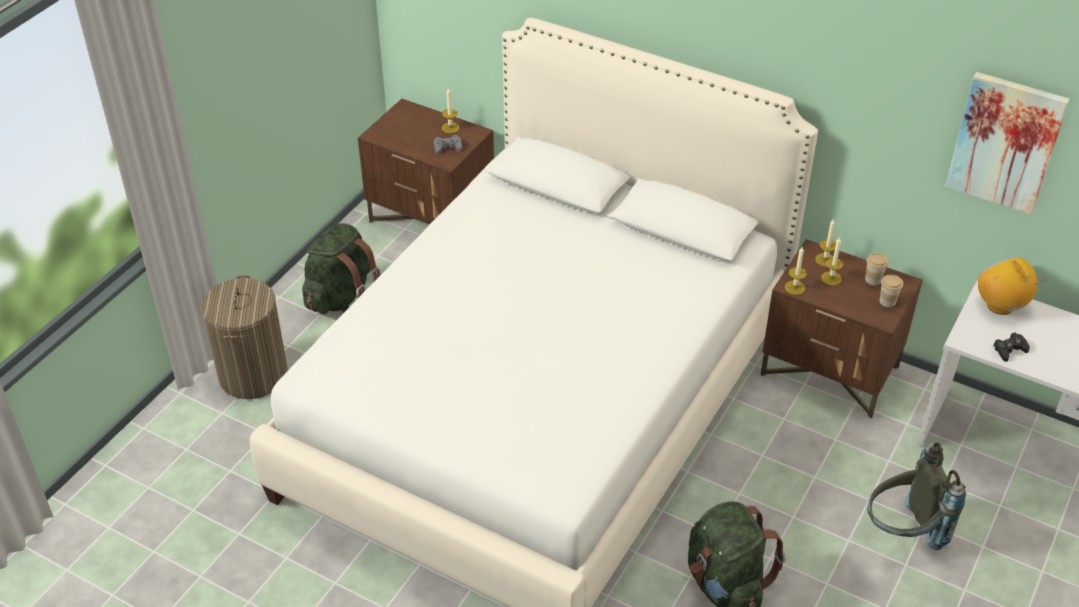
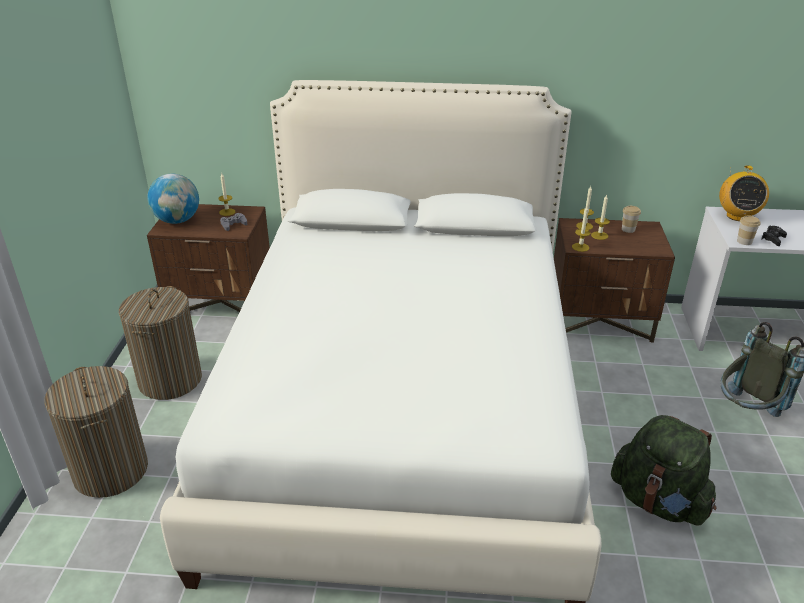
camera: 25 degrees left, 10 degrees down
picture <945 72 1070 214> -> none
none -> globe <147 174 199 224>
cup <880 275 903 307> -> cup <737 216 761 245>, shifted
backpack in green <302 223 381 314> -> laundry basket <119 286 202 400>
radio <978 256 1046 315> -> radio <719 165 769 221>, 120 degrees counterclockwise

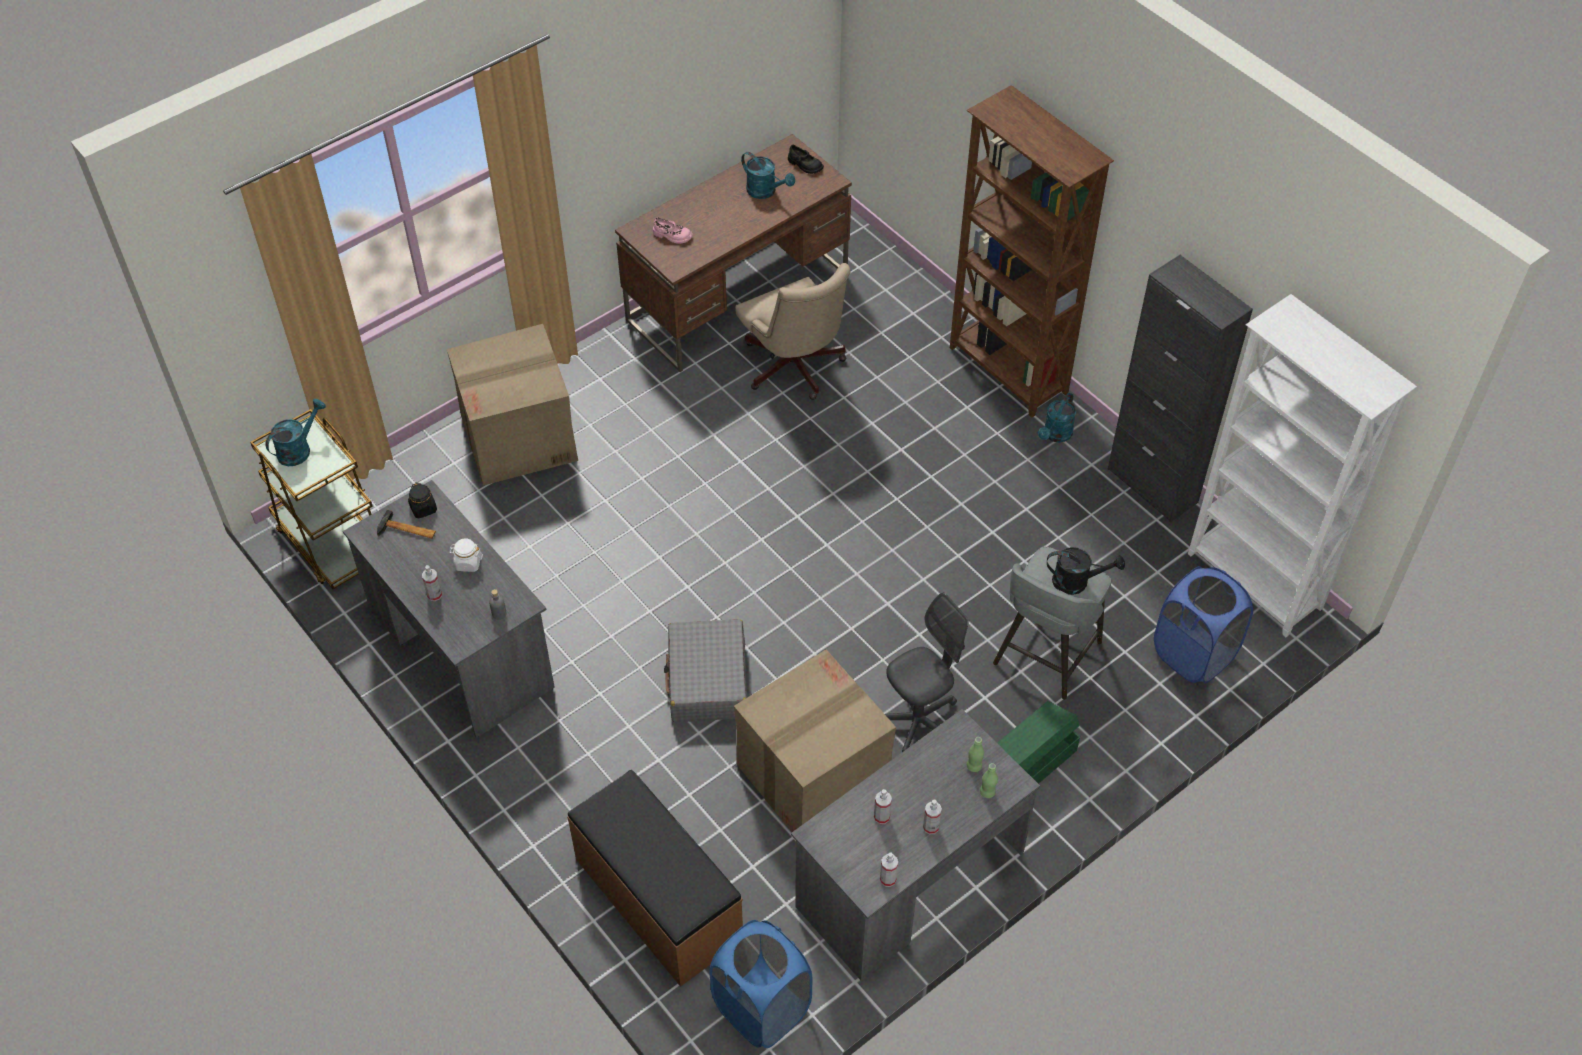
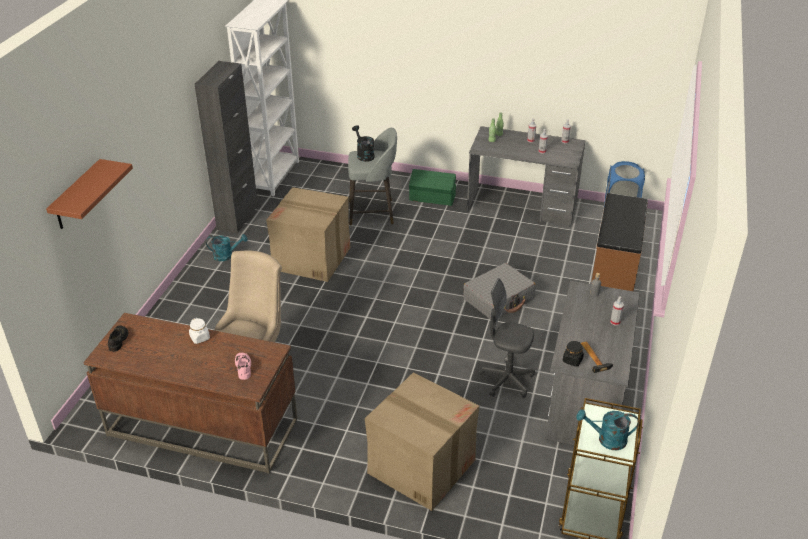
camera: 125 degrees left, 15 degrees down
watering can in turquoise <741 152 795 199> -> none
bookcase in brown <950 85 1114 418> -> none
laundry basket in blue <1154 566 1253 684> -> none
none -> shelf in brown <46 159 133 229>
jar in white <449 538 483 572> -> jar in white <189 318 210 344>, shifted
cardboard box <734 649 896 832> -> cardboard box <266 187 351 282>, shifted
office chair in grey <885 593 968 752> -> office chair in grey <478 278 535 398>, shifted

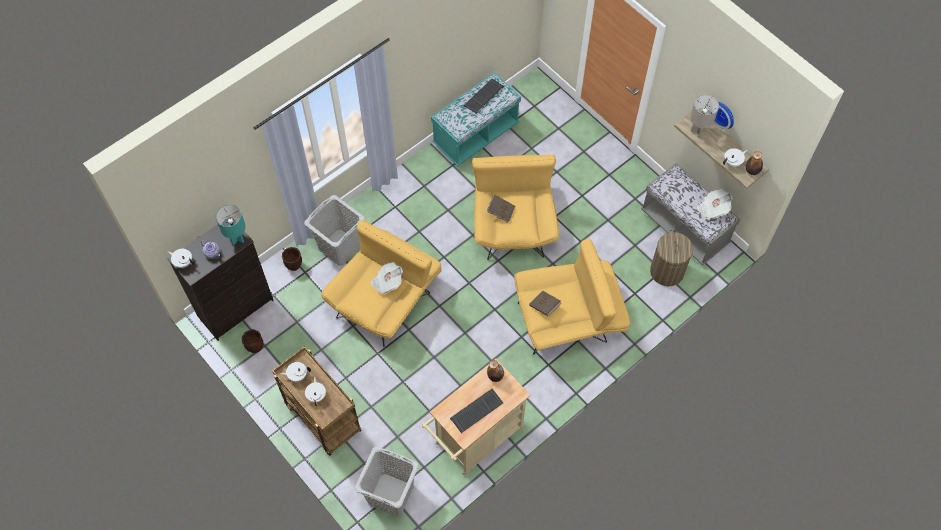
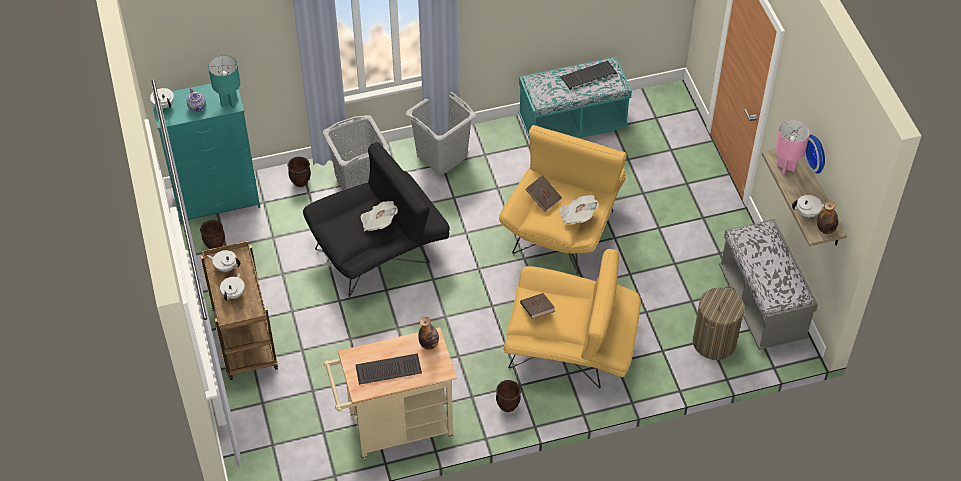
camera: 25 degrees right, 10 degrees down
none -> planter in brown <496 380 521 412>
laundry basket in grey <355 446 419 516> -> laundry basket in grey <406 92 476 175>, shifted
newspaper <697 189 733 220> -> newspaper <559 195 599 224>, shifted
dresser in black <168 217 274 341> -> dresser in turquoise <152 83 260 225>
armchair in yellow <321 220 442 347> -> armchair in black <303 142 450 297>
table lamp in grey <690 95 719 138> -> table lamp in pink <775 119 810 175>

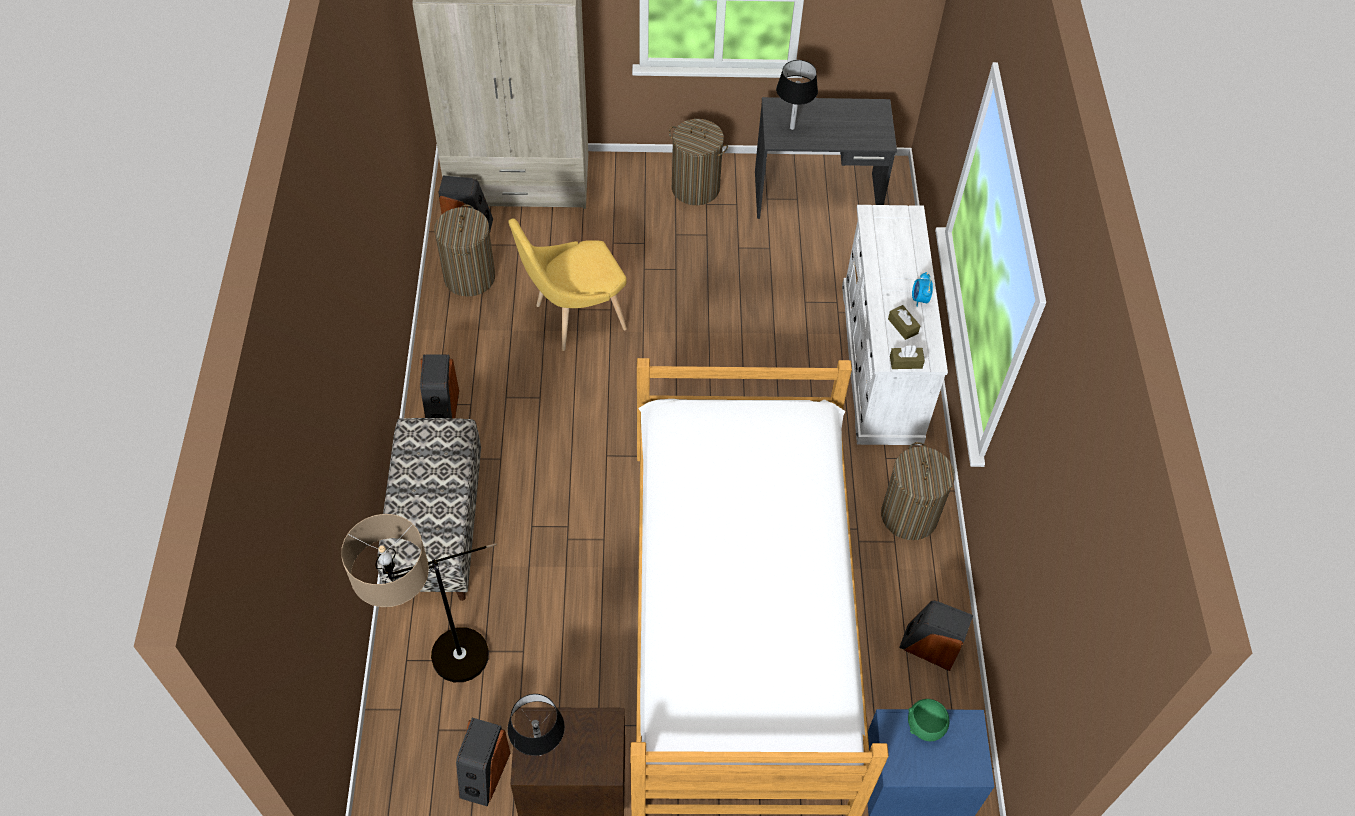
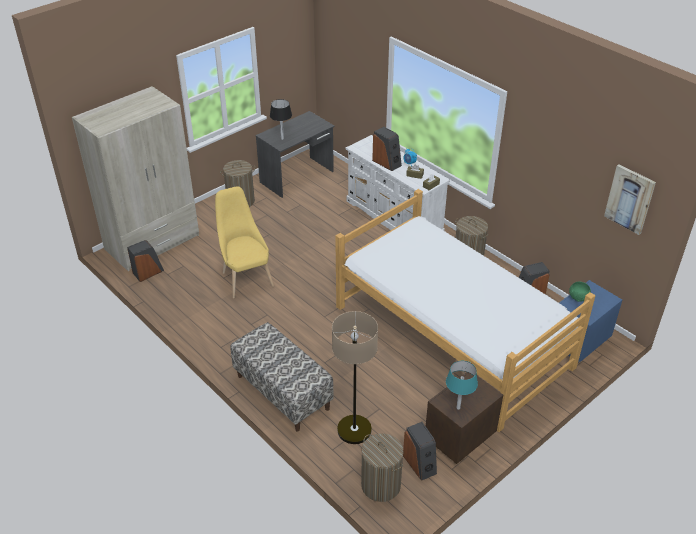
camera: 40 degrees left, 15 degrees down
none -> picture <604 164 656 235>
speaker <420 354 459 418> -> speaker <372 127 402 171>, shifted
laundry basket <434 204 495 297> -> laundry basket <361 434 403 502>, shifted
table lamp in black <508 694 565 756> -> table lamp in turquoise <446 361 478 410>
chair in yellow <509 218 627 351> -> chair in yellow <215 186 274 298>, 135 degrees clockwise

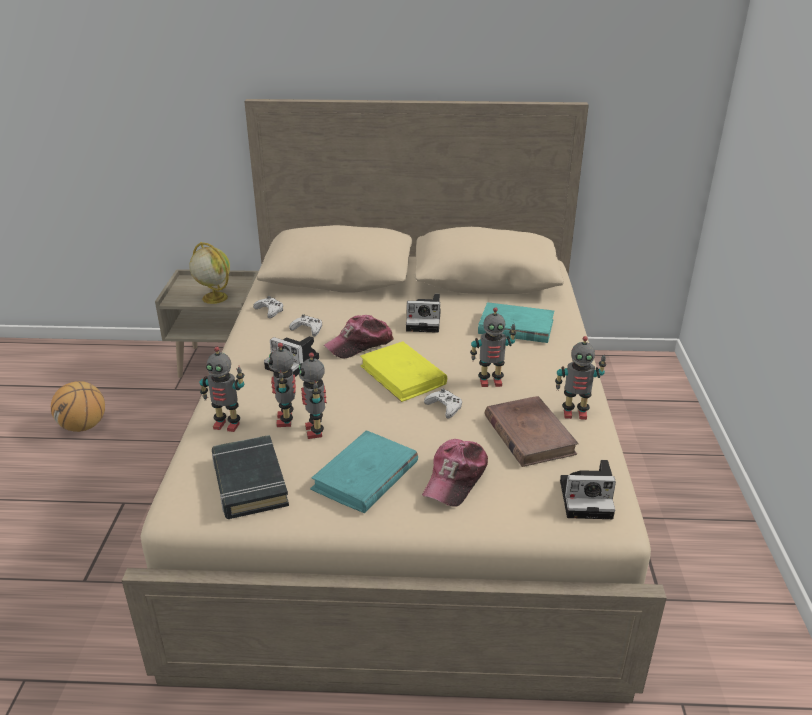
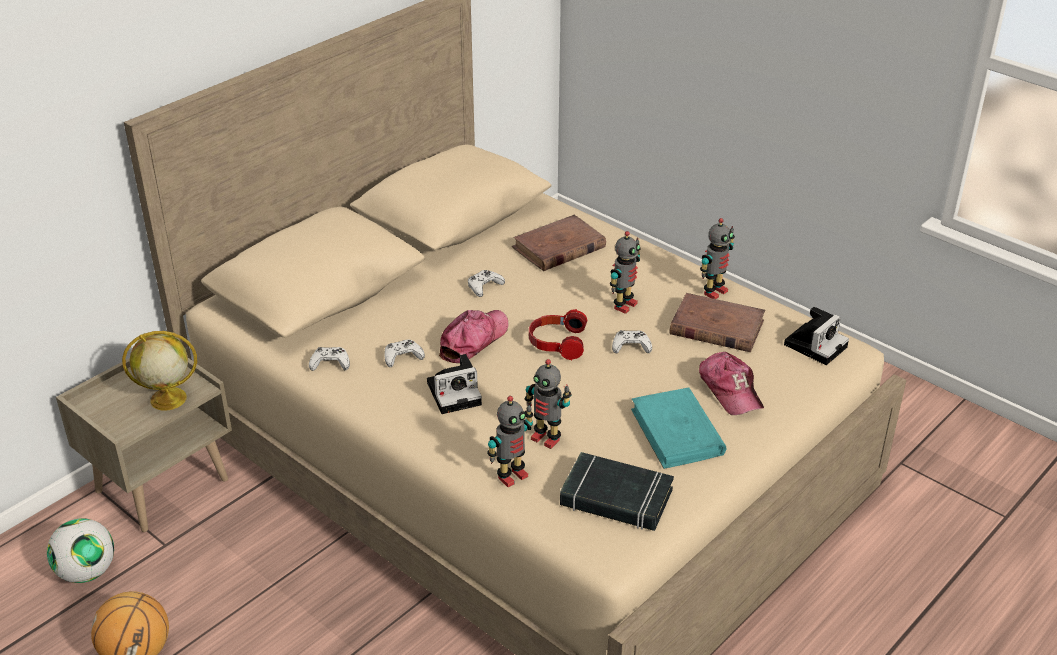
camera: 50 degrees left, 5 degrees up
toy robot <299 352 327 439> -> none
none -> football <47 518 114 583>
book in yellow <360 341 447 402> -> headphones <529 309 588 360>
photo camera <406 294 441 333> -> game controller in white <468 270 505 297>
book in turquoise <478 302 554 343> -> book in brown <512 215 606 271>
cap <324 315 394 359> -> cap <439 310 509 363>, 150 degrees counterclockwise

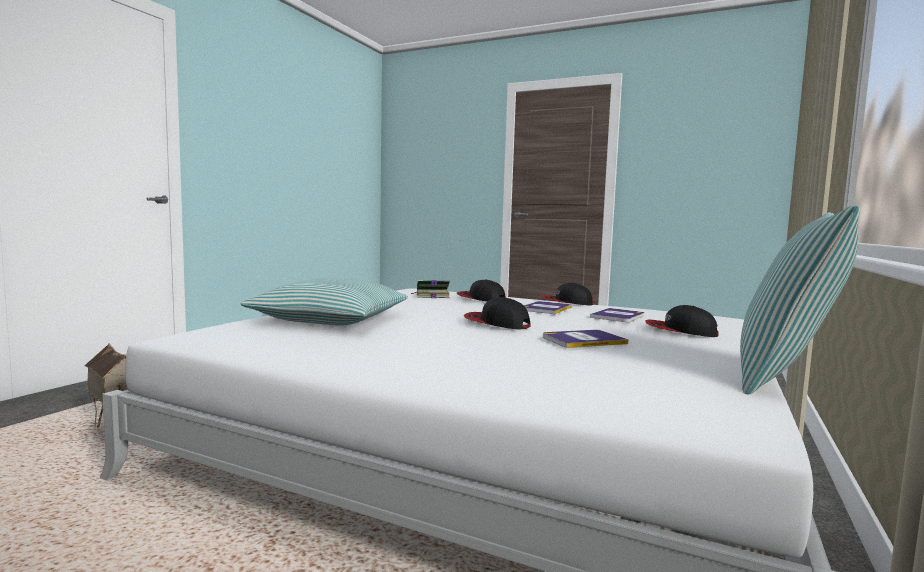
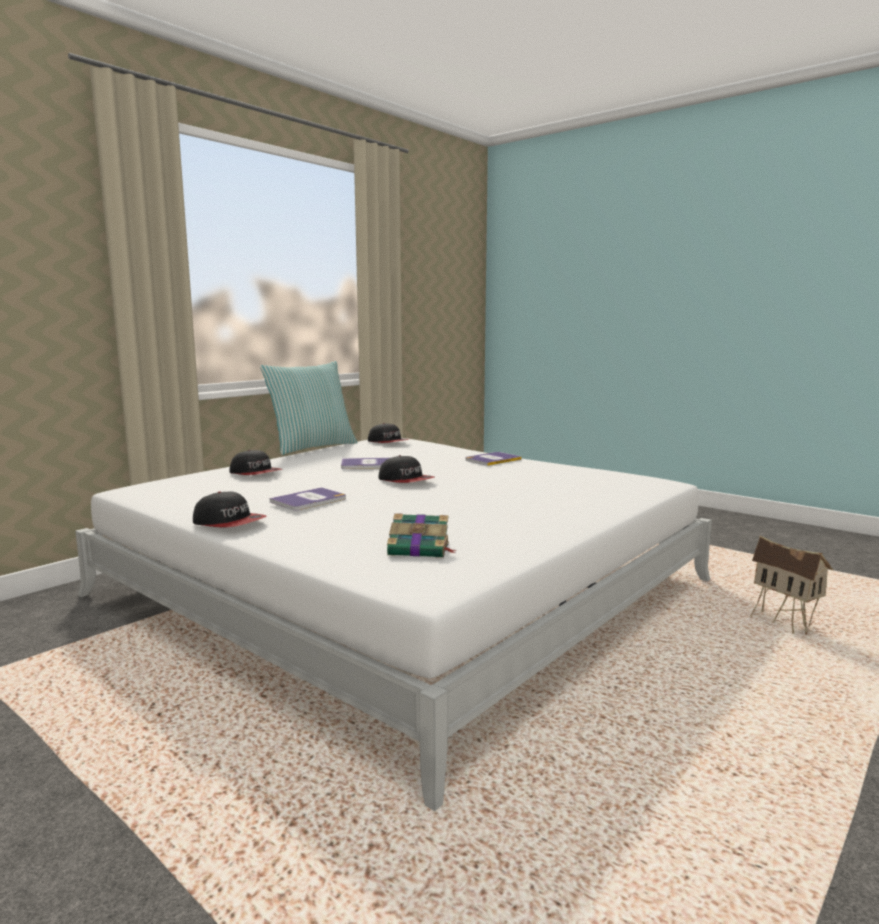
camera: 165 degrees left, 5 degrees up
pillow <240 278 408 326> -> none
cap <457 280 506 302> -> cap <368 423 410 443>, shifted
book <590 308 644 322> -> book <465 452 522 466>, shifted

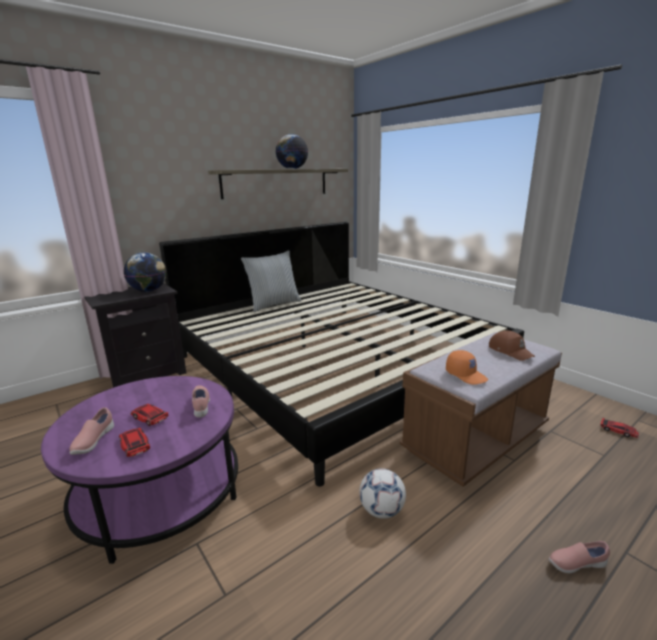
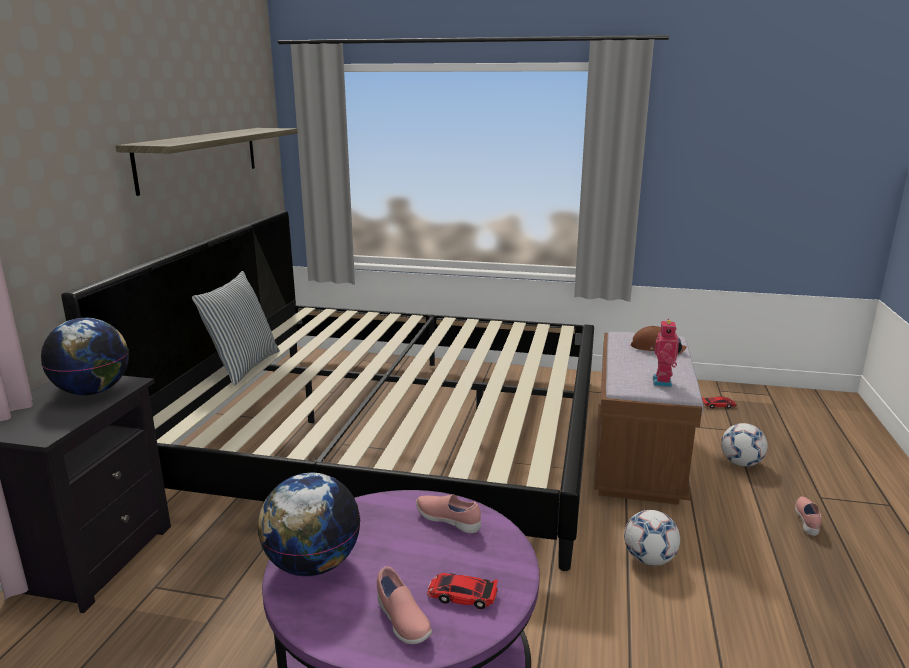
camera: 40 degrees left, 0 degrees up
toy car <131 404 169 426> -> none
none -> football <721 423 768 467>
globe <276 134 308 169> -> globe <258 473 361 576>, shifted
cap in orange <446 350 488 385> -> toy robot <653 319 682 387>
shoe in pink <549 541 610 573> -> shoe in pink <795 497 822 536>, 150 degrees clockwise

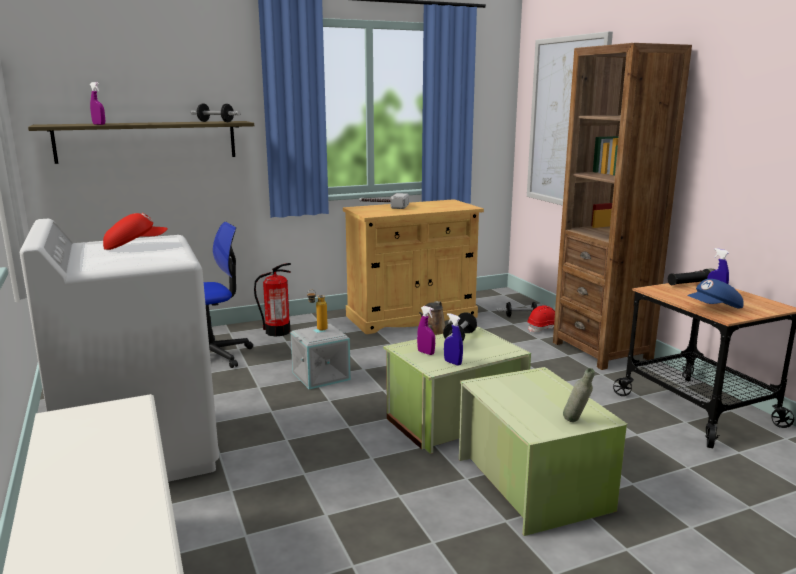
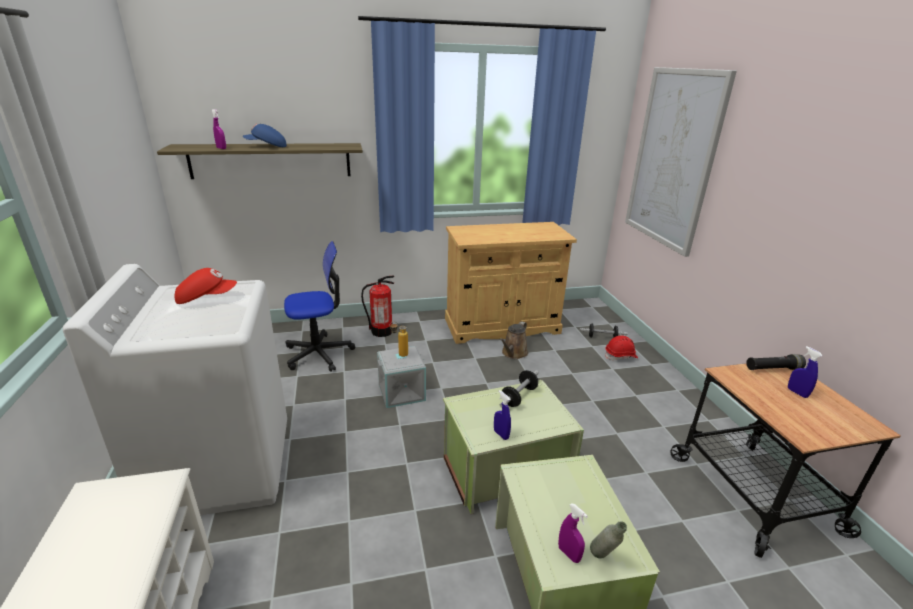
camera: 10 degrees right, 10 degrees up
dumbbell <191 103 240 122> -> none
hammer <359 193 409 209> -> none
bookcase in brown <553 43 692 370> -> none
spray bottle in purple <417 306 435 355> -> spray bottle in purple <558 503 588 563>, shifted
cap in blue <687 279 744 309> -> cap in blue <243 124 287 147>, shifted

